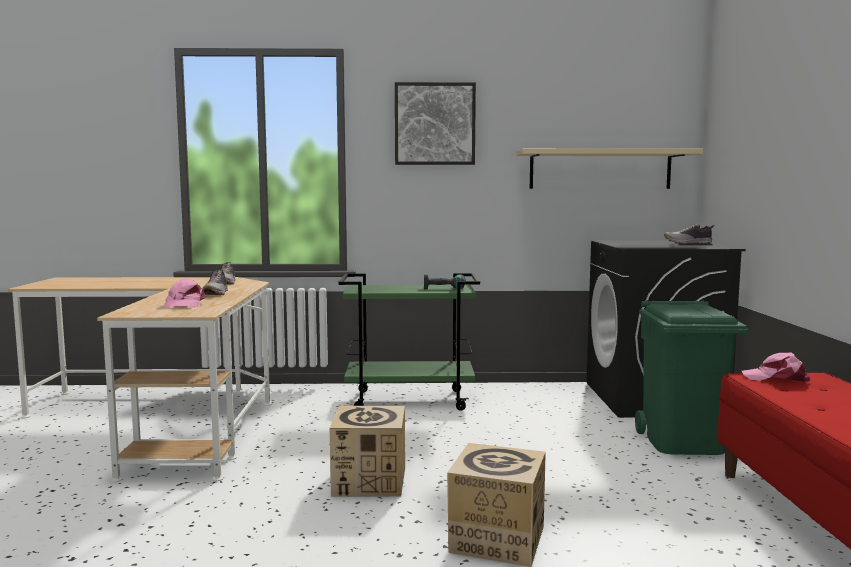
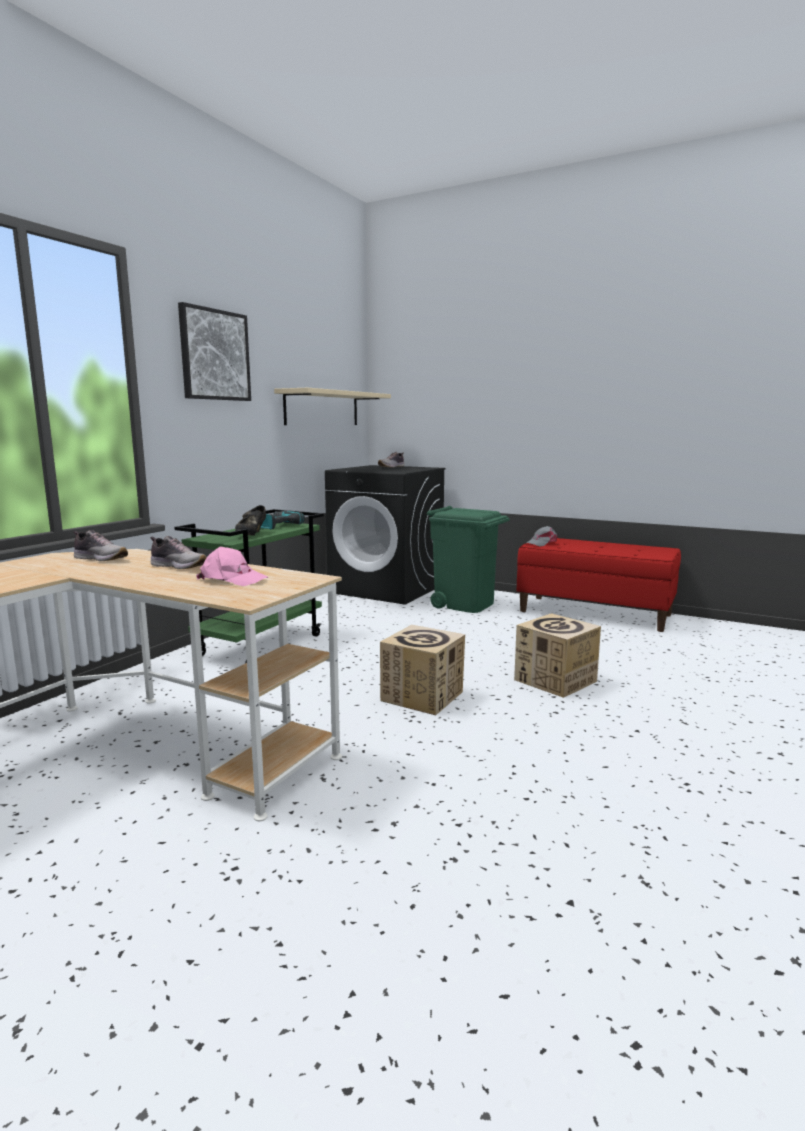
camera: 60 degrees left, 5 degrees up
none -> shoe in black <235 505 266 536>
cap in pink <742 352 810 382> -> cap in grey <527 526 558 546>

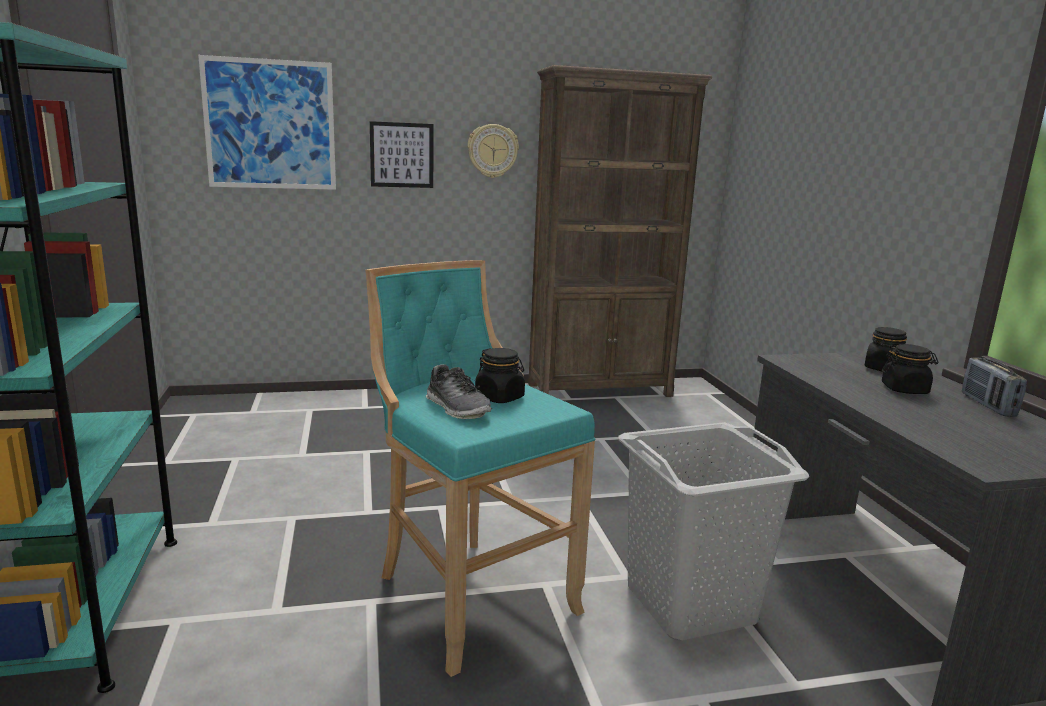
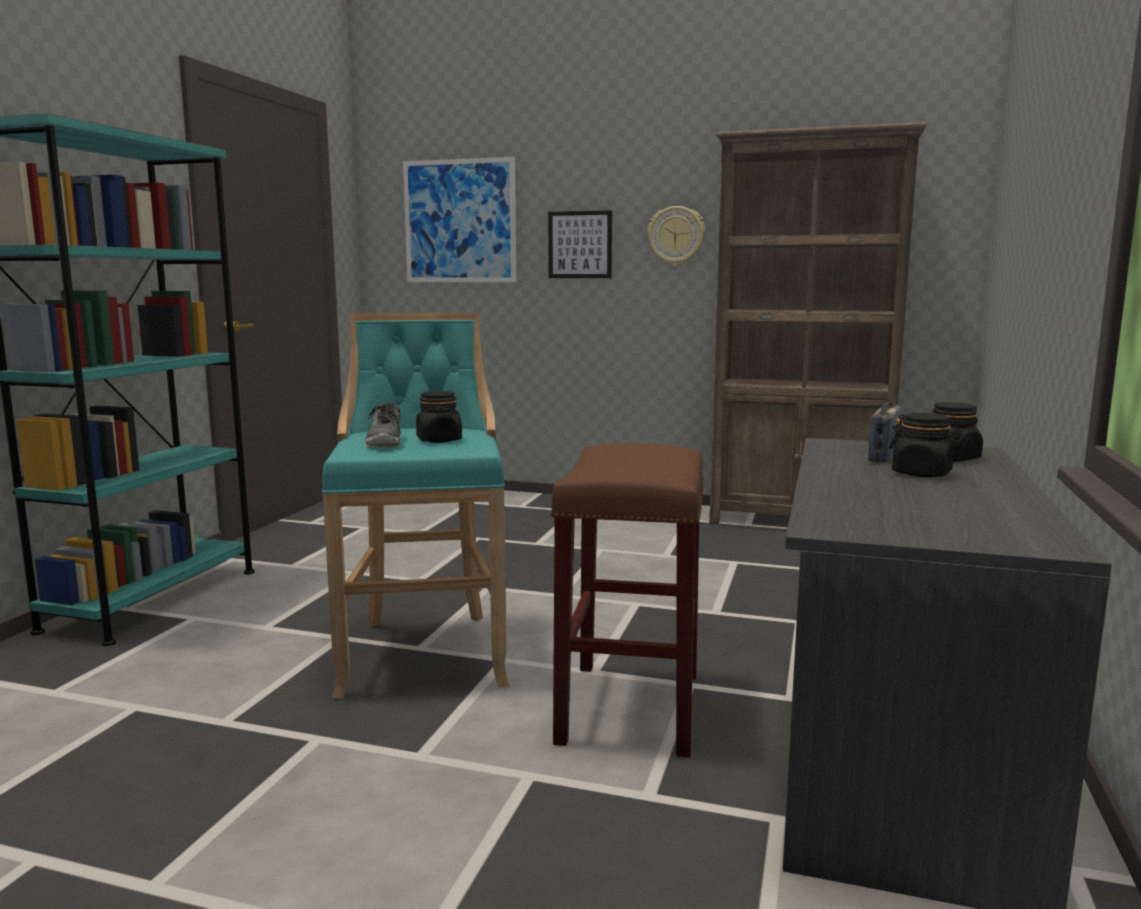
camera: 30 degrees right, 5 degrees down
radio <962 357 1027 417> -> radio <868 402 901 463>, shifted
laundry basket in grey <618 422 810 640> -> stool in brown <550 443 704 757>

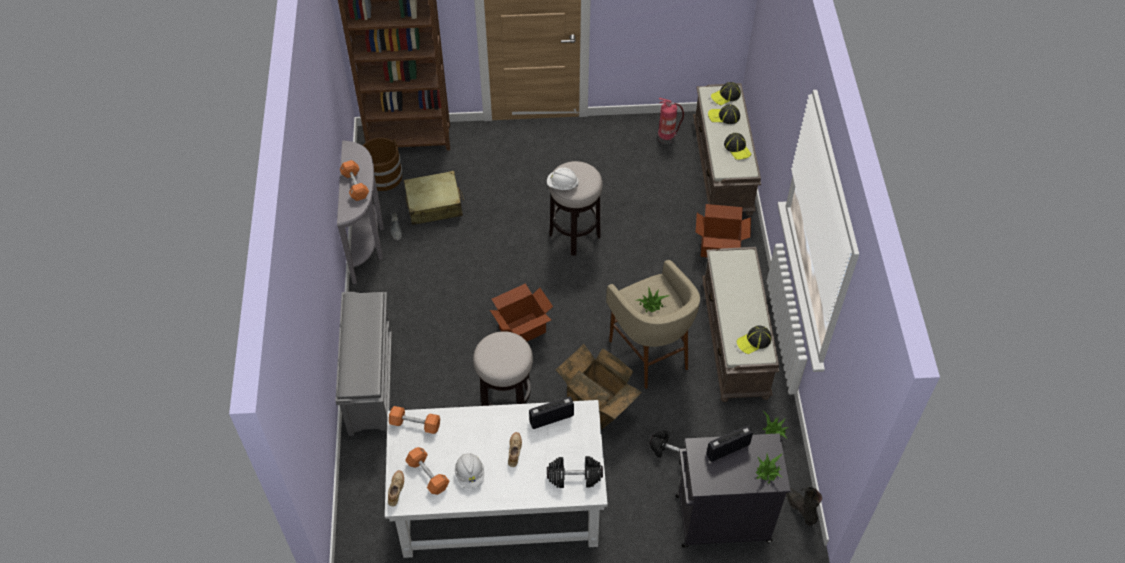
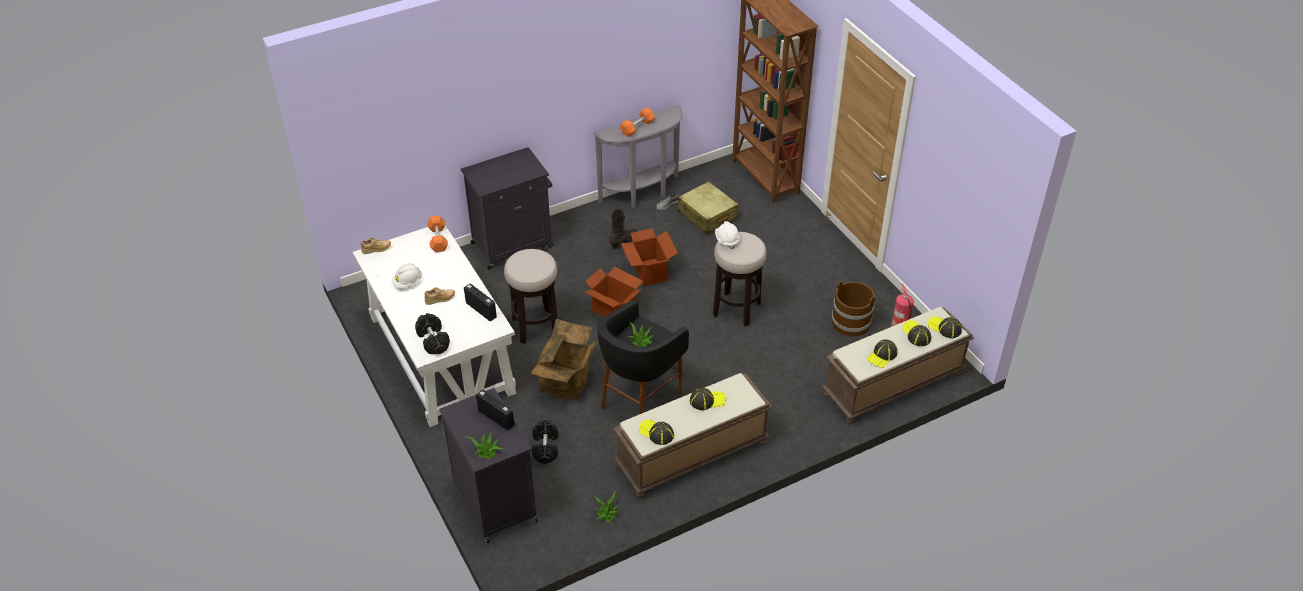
camera: 65 degrees right, 10 degrees down
dumbbell in orange <405 447 449 495> -> none
none -> cap <690 388 726 410>
bucket in brown <363 137 402 191> -> bucket in brown <832 281 875 337>, shifted
cardboard box <696 204 751 257> -> cardboard box <621 228 678 287>, shifted
boot in black <786 487 822 526> -> boot in black <609 209 637 249>, shifted
shoe rack in grey <335 292 392 436> -> cabinet in black <461 147 553 270>
stool in beige <606 260 700 389> -> stool in black <597 300 689 415>

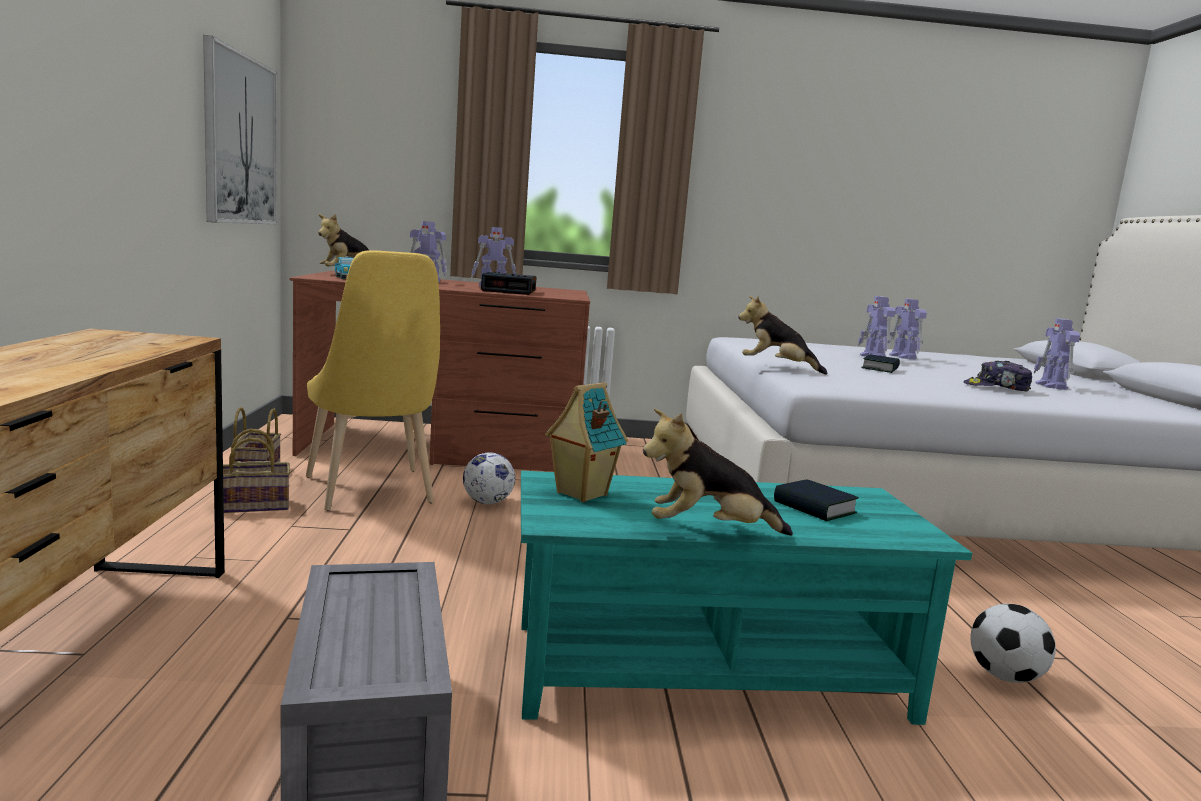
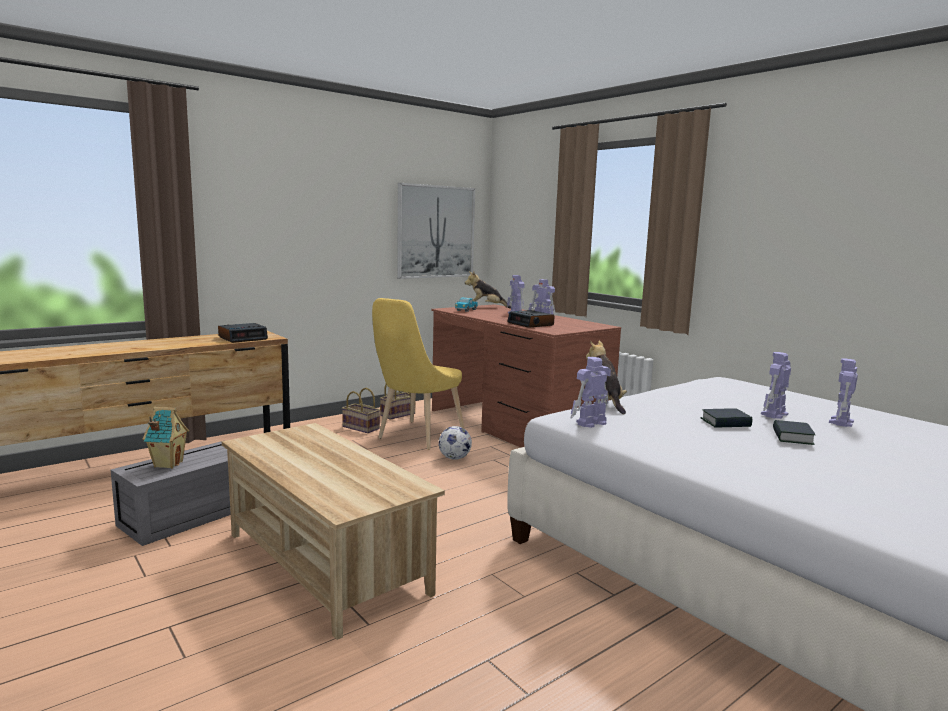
camera: 55 degrees right, 0 degrees up
plush toy <643 409 793 536> -> none
cap <963 360 1032 391> -> none
football <970 604 1056 683> -> none
none -> alarm clock <218 323 268 343>
toy house <545 382 628 502> -> toy house <143 407 189 469>, shifted
book <774 479 859 521> -> book <773 420 815 445>, shifted
toy robot <1034 318 1080 390> -> toy robot <571 357 611 428>, shifted
coffee table in turquoise <521 471 972 725> -> coffee table in beige <222 423 445 640>

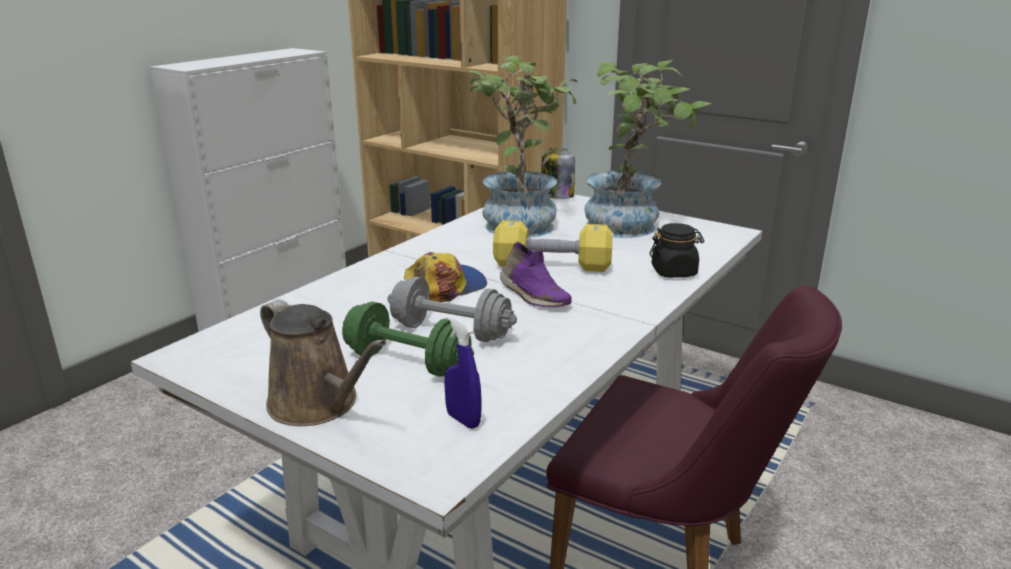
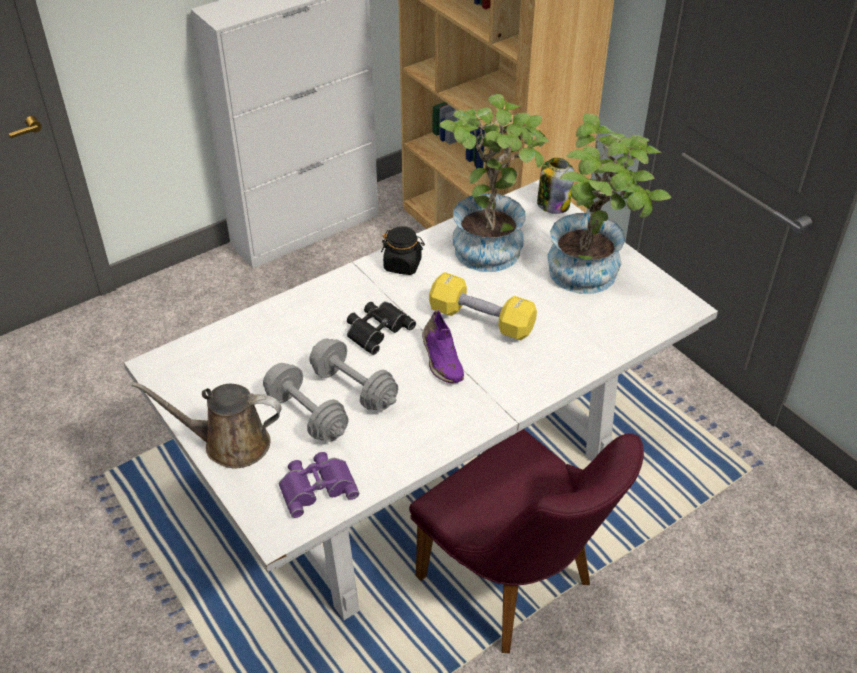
camera: 20 degrees right, 20 degrees up
jar in black <650 223 704 278> -> jar in black <381 226 425 275>, shifted
cap <404 252 487 302> -> binoculars in black <347 302 416 355>
spray bottle in blue <444 315 482 429> -> binoculars in purple <279 452 359 518>
dumbbell in green <342 302 474 377> -> dumbbell in grey <263 363 349 442>
watering can in brown <260 299 386 426> -> watering can in brown <132 382 282 468>, 120 degrees clockwise

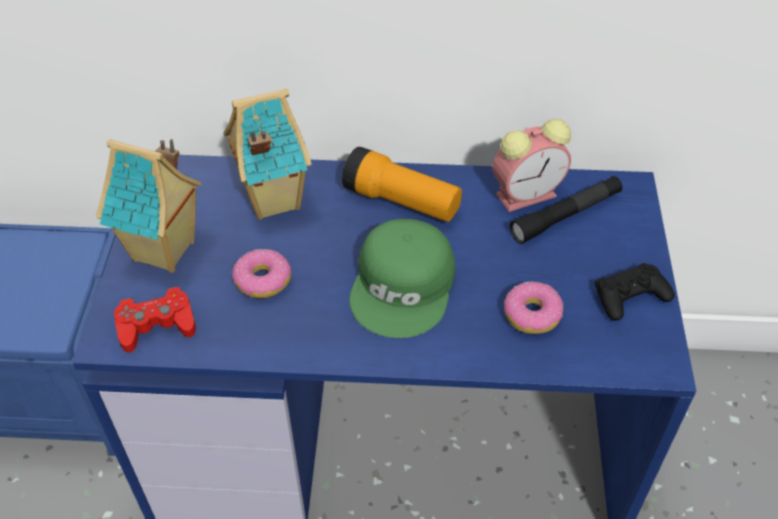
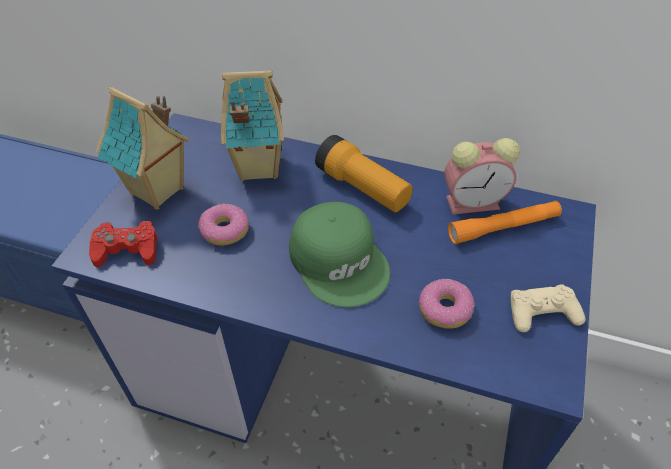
camera: 15 degrees right, 0 degrees up
flashlight in black <510 176 623 244> -> flashlight in orange <448 201 562 244>
game controller in black <595 263 675 321> -> game controller in beige <511 284 585 332>
cap in green <349 219 455 338> -> cap in green <289 202 390 307>, 60 degrees counterclockwise

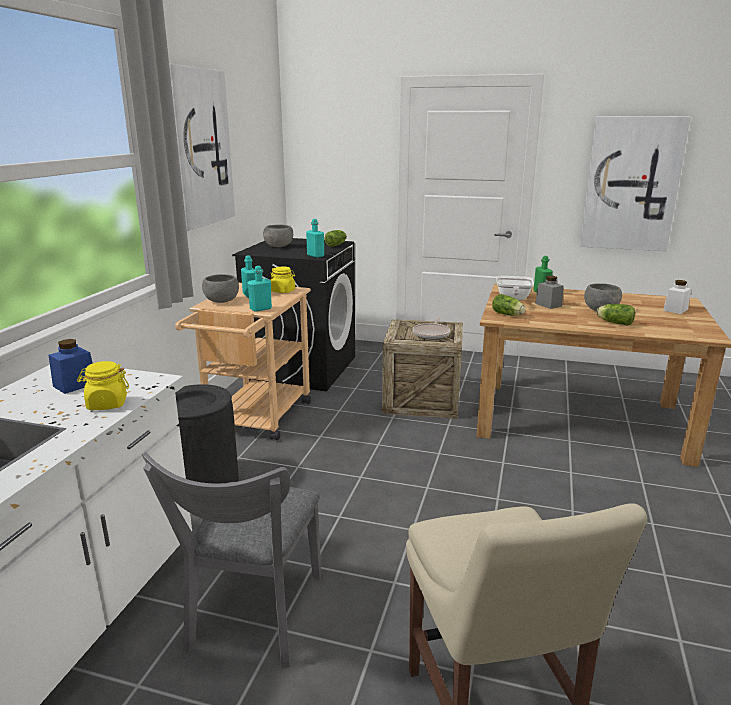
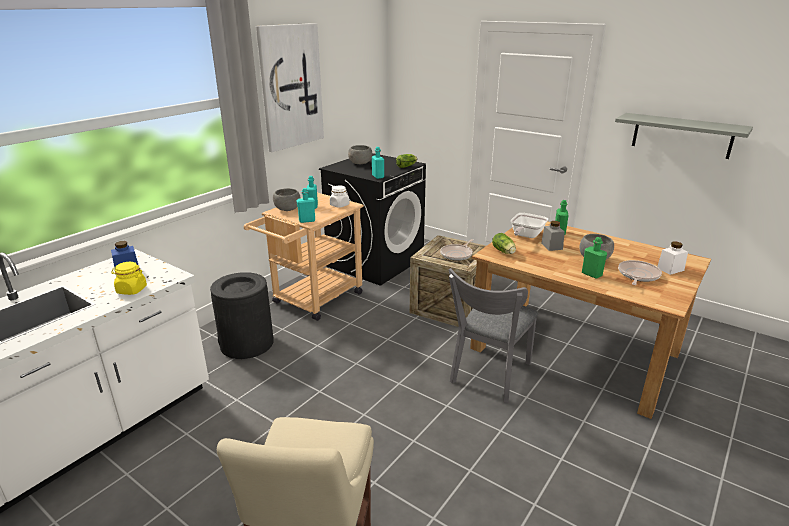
camera: 20 degrees right, 5 degrees up
none -> frying pan <618 260 662 285>
chair in grey <142 452 321 669> -> chair in grey <449 268 538 403>, shifted
picture <579 116 691 251> -> shelf in grey <615 113 753 159>
lettuce <596 304 635 326> -> bottle in green <582 237 607 279>
jar in yellow <270 267 295 293> -> jar in white <330 186 350 208>

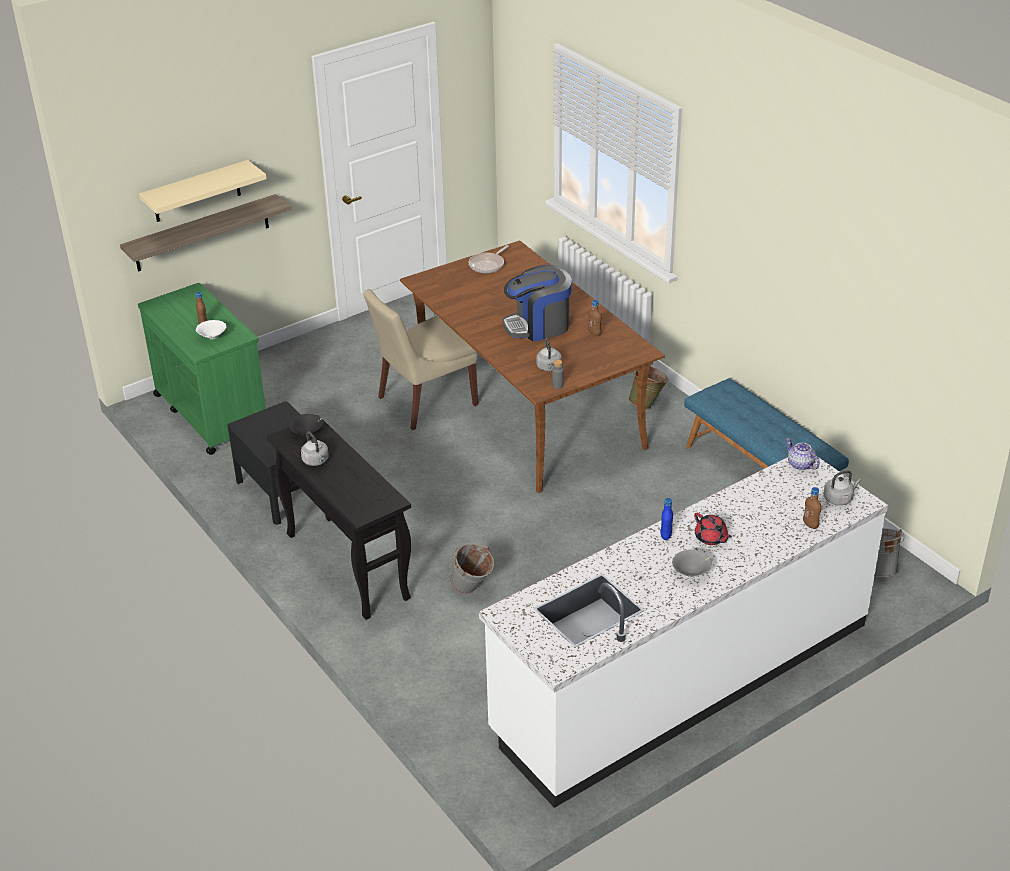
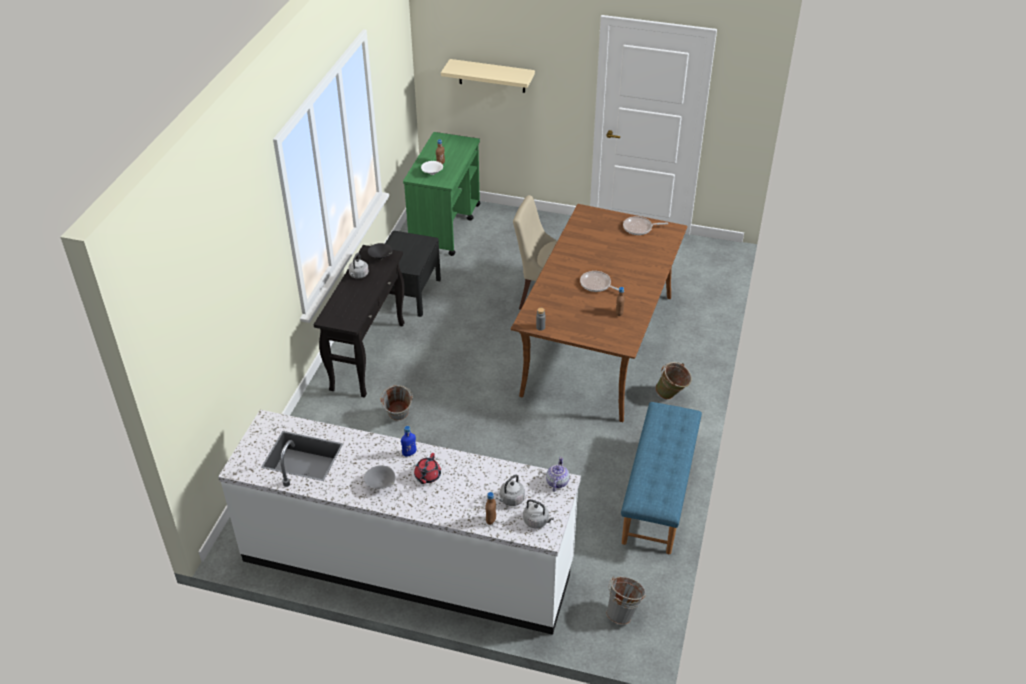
camera: 50 degrees right, 5 degrees up
shelf <120 194 292 272> -> none
kettle in grey <537 338 562 372> -> kettle in grey <496 474 525 506>, shifted
coffee machine <502 265 572 341> -> frying pan <580 271 619 292>

